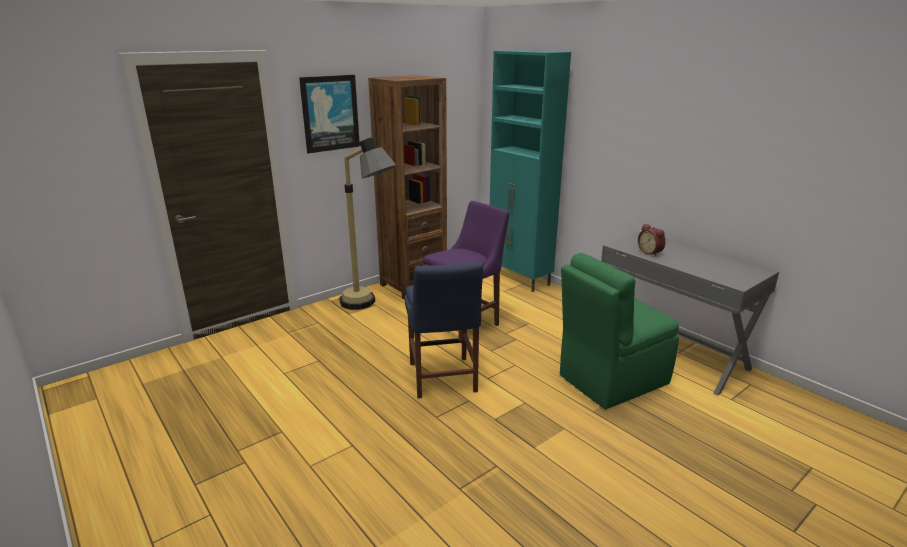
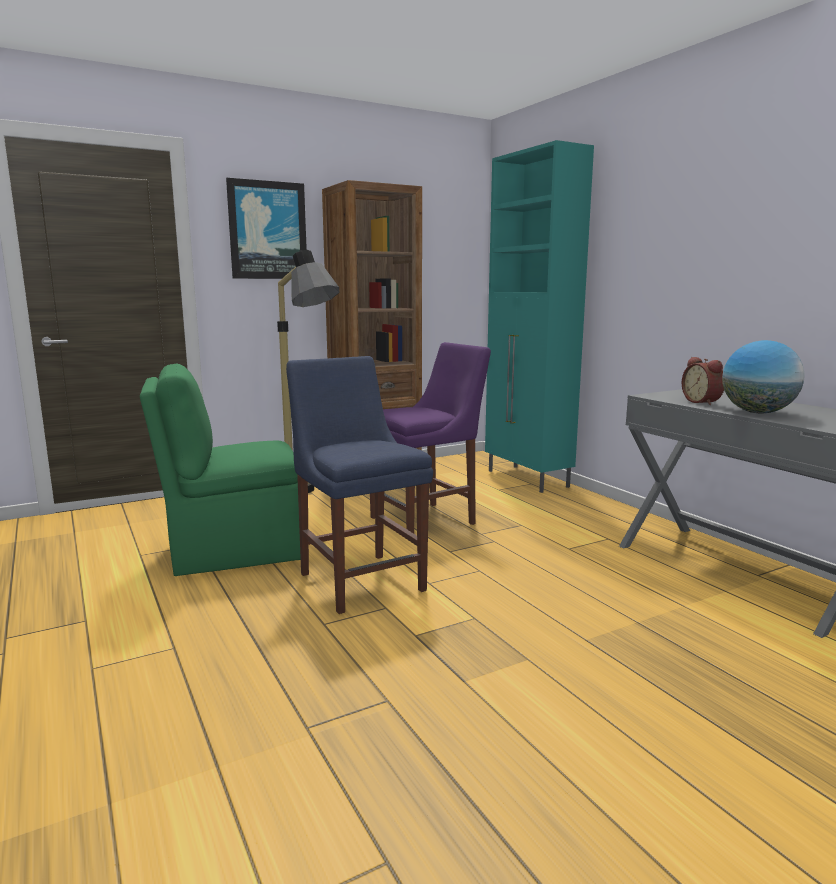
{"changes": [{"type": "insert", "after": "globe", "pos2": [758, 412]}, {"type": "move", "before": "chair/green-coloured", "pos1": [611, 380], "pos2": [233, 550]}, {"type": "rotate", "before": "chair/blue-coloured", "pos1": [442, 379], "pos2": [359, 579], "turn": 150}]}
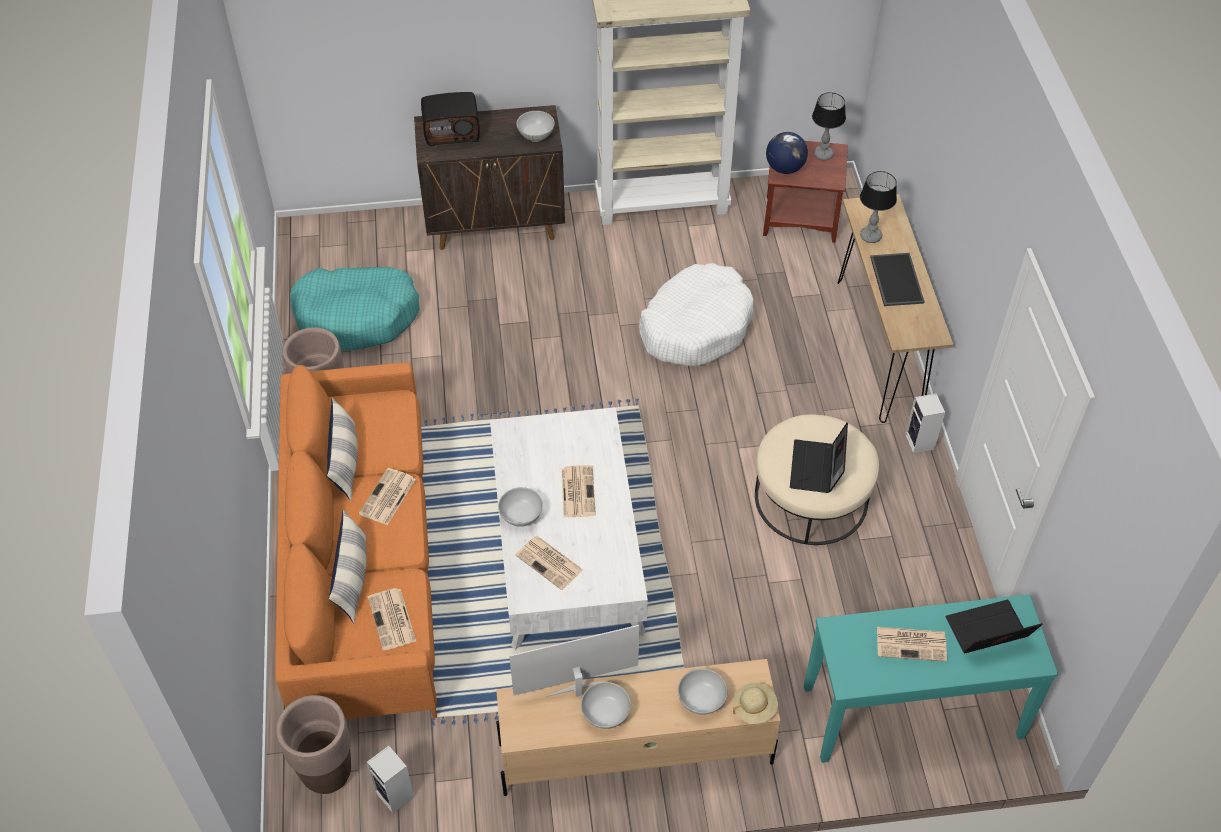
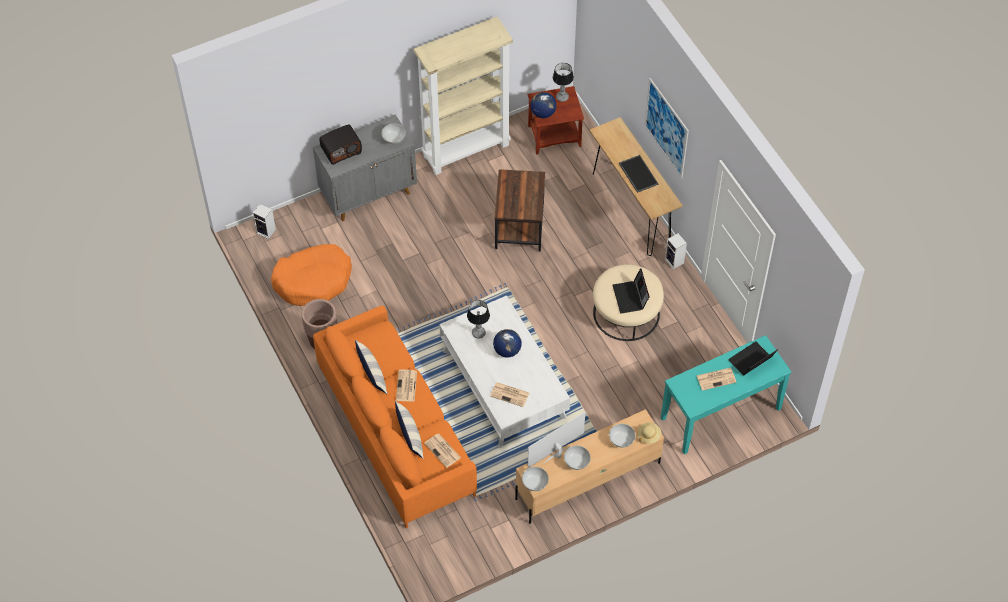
{"changes": [{"type": "delete", "before": "plant pot/brown", "pos1": [327, 773]}, {"type": "insert", "after": "wall art", "pos2": [666, 128]}, {"type": "move", "before": "speaker", "pos1": [396, 795], "pos2": [267, 231]}, {"type": "move", "before": "bowl/whitish", "pos1": [521, 516], "pos2": [535, 483]}, {"type": "move", "before": "lamp for a table", "pos1": [870, 236], "pos2": [478, 333]}, {"type": "replace", "before": "printed paper", "after": "globe", "pos1": [577, 491], "pos2": [507, 350]}, {"type": "replace", "before": "dog bed/whitish", "after": "accent table/brown", "pos1": [696, 326], "pos2": [520, 227]}, {"type": "recolor", "before": "dog bed/turquoise", "after": "dog bed/orange-coloured", "pos1": [357, 316], "pos2": [313, 280]}, {"type": "recolor", "before": "storage cabinet/brown", "after": "storage cabinet/greyish", "pos1": [496, 224], "pos2": [369, 193]}]}
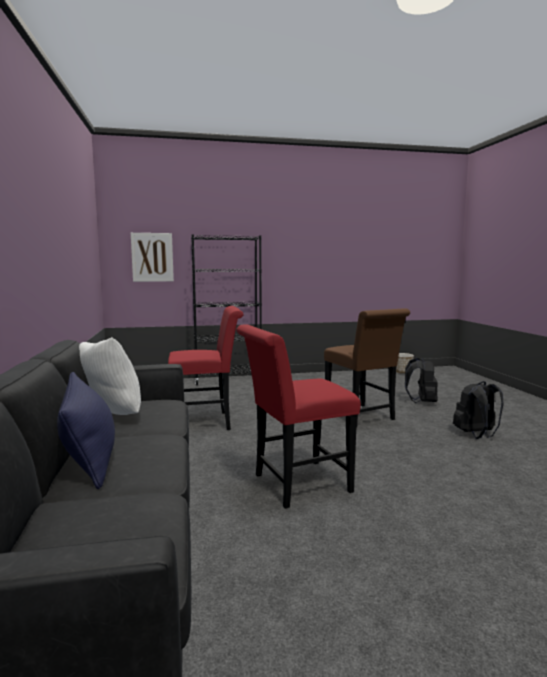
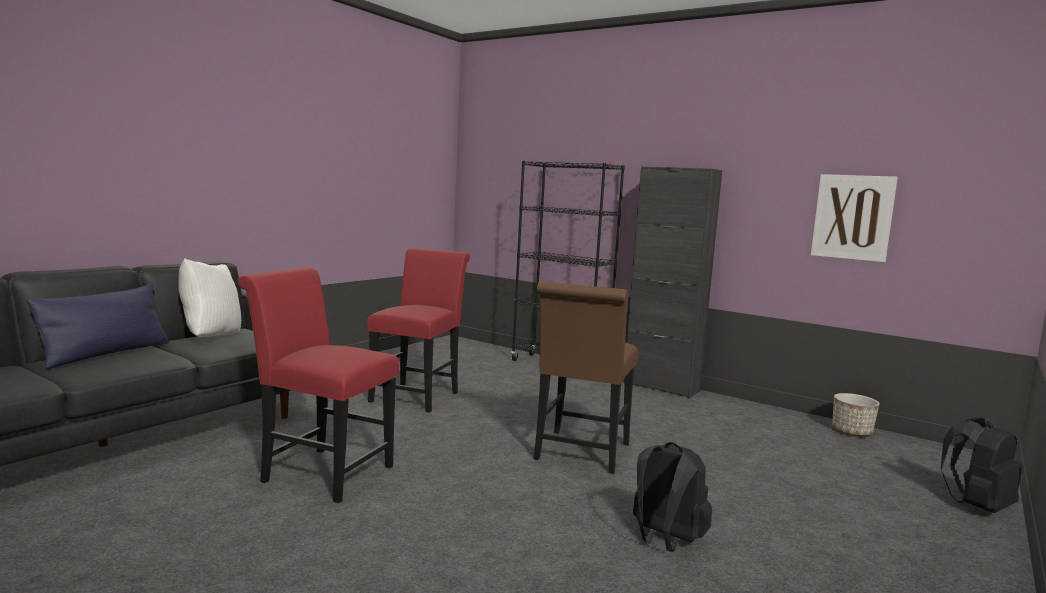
{"changes": [{"type": "insert", "after": "storage cabinet/blackish", "pos2": [661, 387]}, {"type": "move", "before": "wall art", "pos1": [152, 257], "pos2": [852, 217]}, {"type": "move", "before": "backpack/blackish", "pos1": [422, 402], "pos2": [977, 506]}, {"type": "rotate", "before": "chair/reddish", "pos1": [207, 422], "pos2": [418, 395], "turn": -105}]}
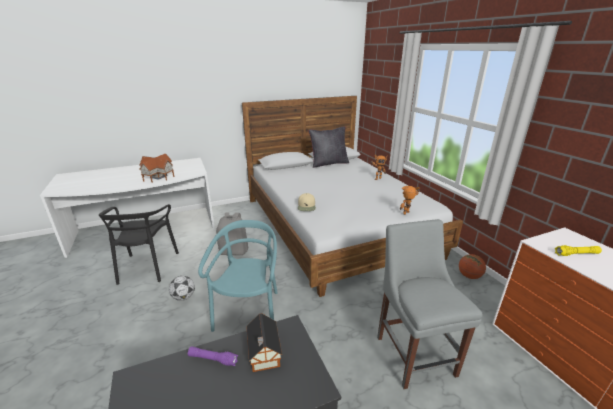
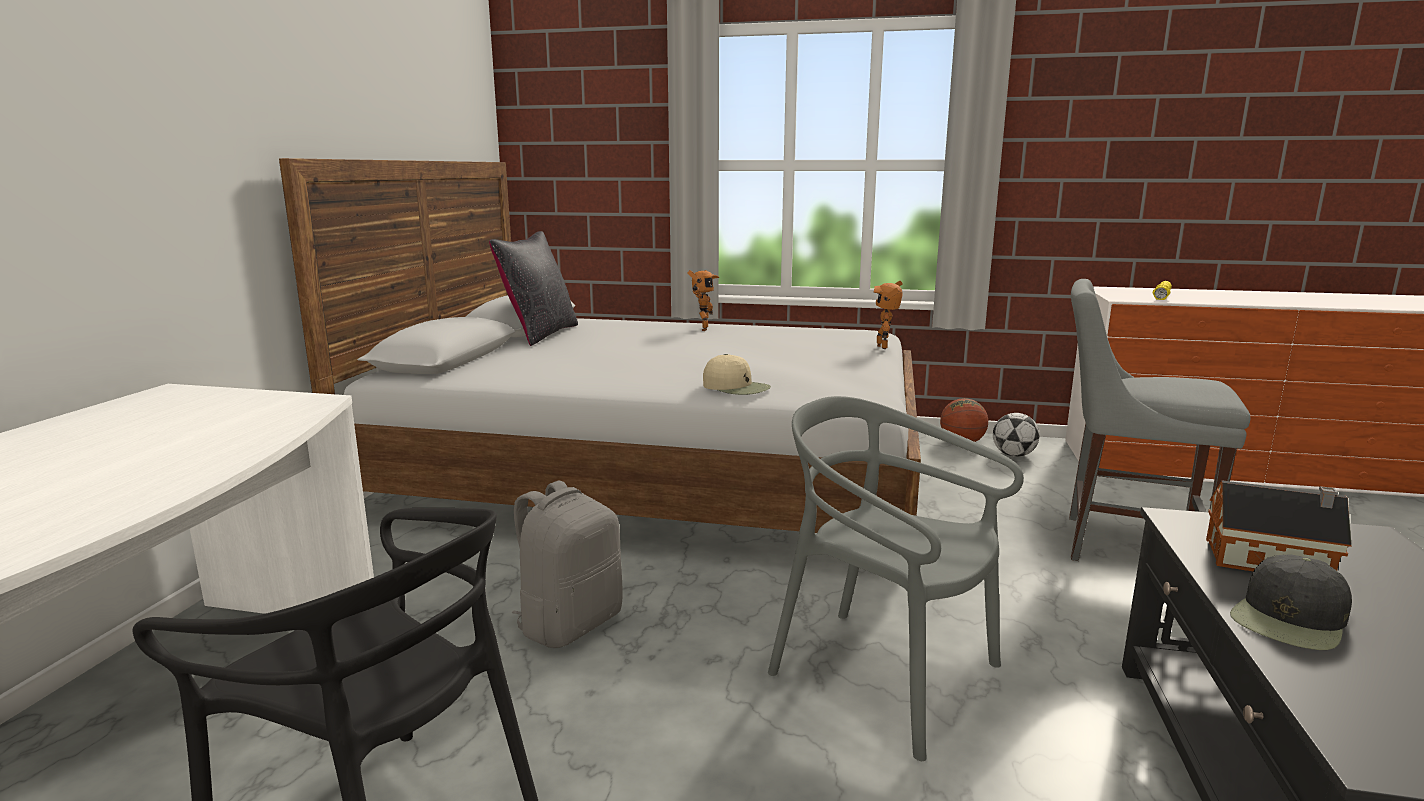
{"changes": [{"type": "delete", "before": "toy house", "pos1": [158, 177]}, {"type": "move", "before": "football ball", "pos1": [184, 297], "pos2": [1013, 455]}, {"type": "replace", "before": "torch/purplish", "after": "cap/blackish", "pos1": [213, 359], "pos2": [1290, 619]}, {"type": "recolor", "before": "chair/turquoise", "after": "chair/greyish", "pos1": [249, 312], "pos2": [884, 676]}]}
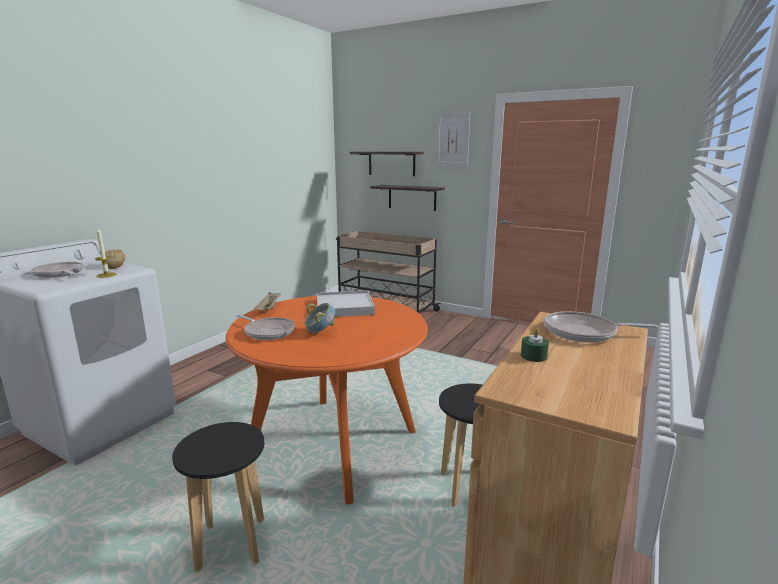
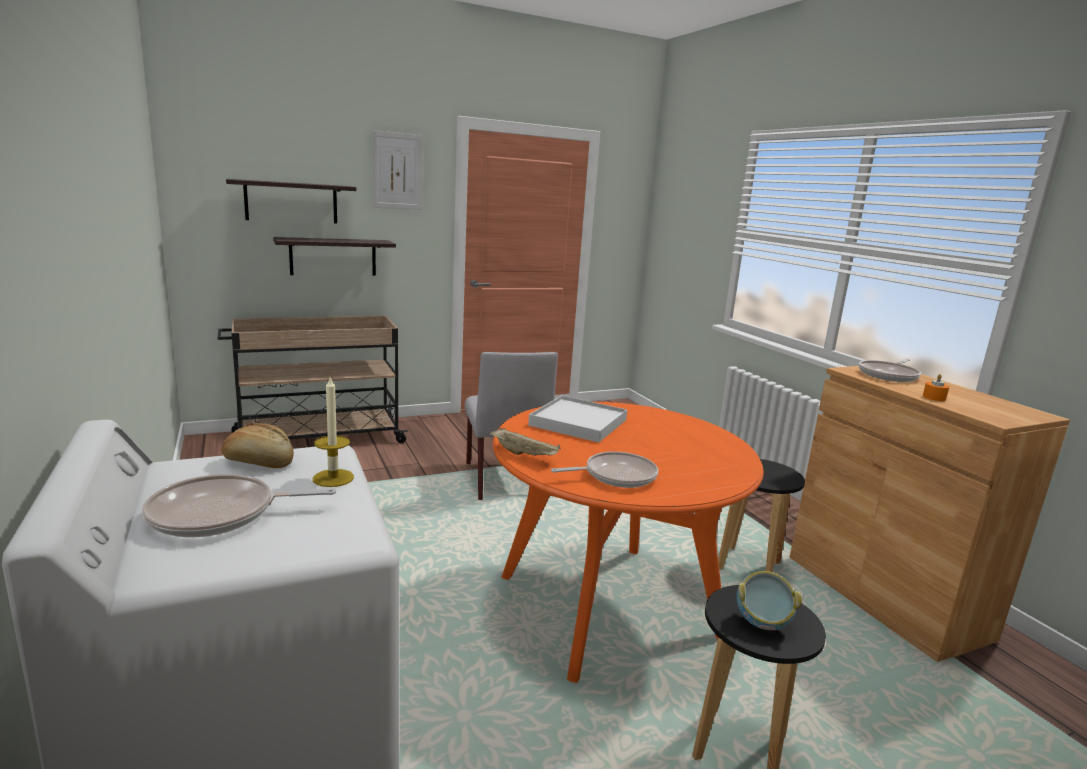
{"changes": [{"type": "insert", "after": "chair/greyish", "pos2": [504, 478]}, {"type": "move", "before": "bowl", "pos1": [320, 333], "pos2": [761, 623]}, {"type": "recolor", "before": "wax candle/green-coloured", "after": "wax candle/orange-coloured", "pos1": [533, 356], "pos2": [934, 397]}]}
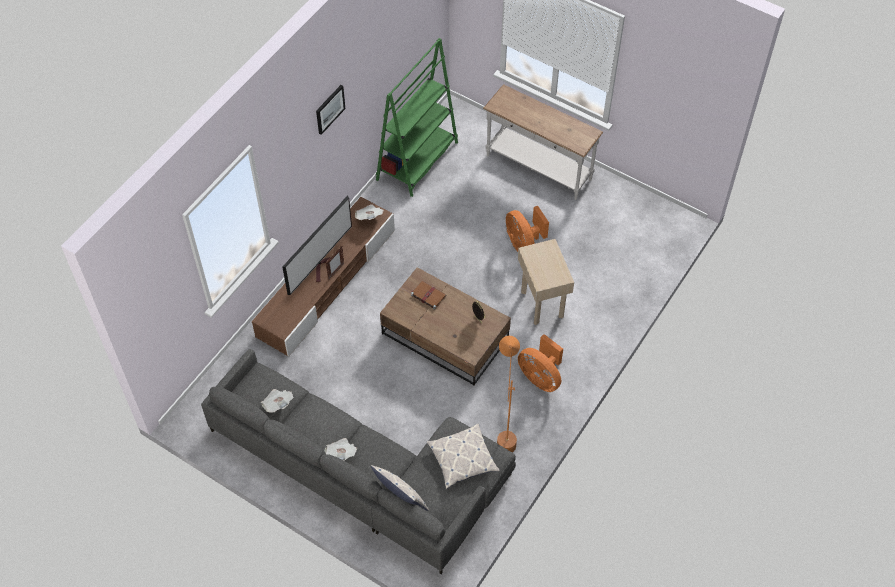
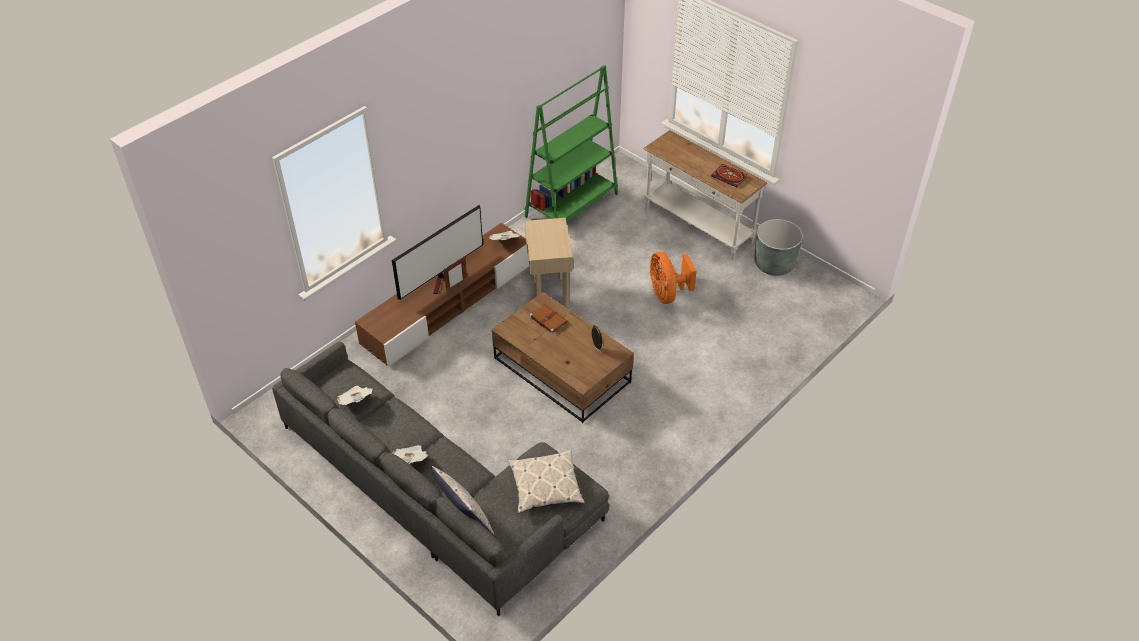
{"changes": [{"type": "delete", "before": "wall art", "pos1": [329, 109]}, {"type": "delete", "before": "floor lamp/orange-coloured", "pos1": [505, 430]}, {"type": "delete", "before": "electric fan/orange-coloured", "pos1": [540, 377]}, {"type": "insert", "after": "book", "pos2": [730, 177]}, {"type": "insert", "after": "plant pot/greyish", "pos2": [774, 264]}, {"type": "move", "before": "accent table/sand-coloured", "pos1": [541, 304], "pos2": [549, 292]}]}
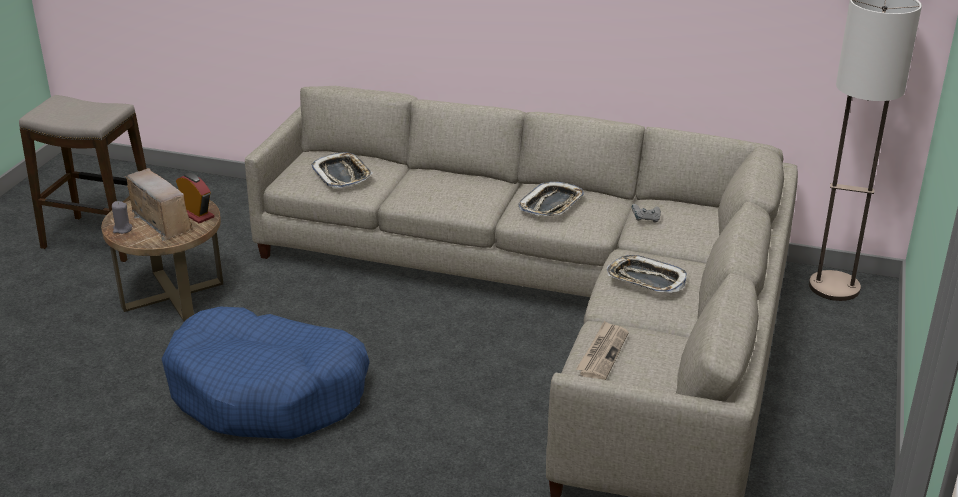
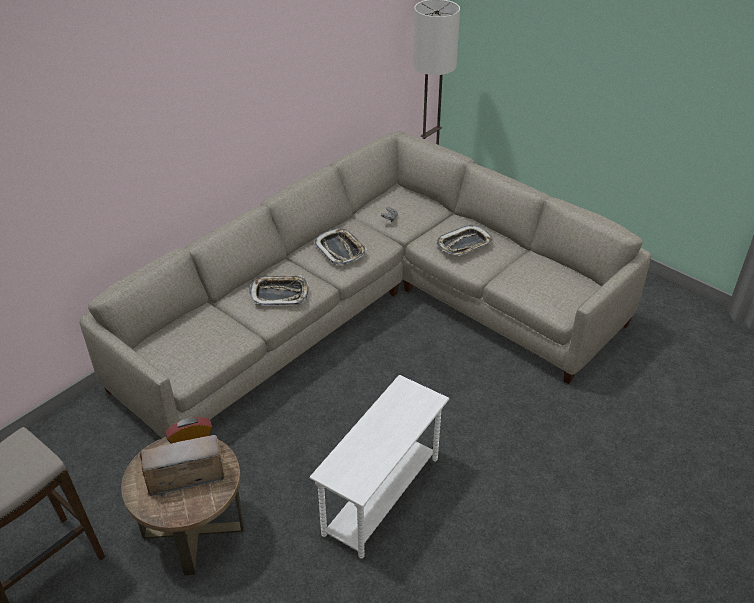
{"changes": [{"type": "delete", "before": "wax candle/greyish", "pos1": [122, 229]}, {"type": "delete", "before": "printed paper", "pos1": [602, 353]}, {"type": "move", "before": "carrying tray", "pos1": [342, 175], "pos2": [279, 294]}, {"type": "replace", "before": "dog bed/blue-coloured", "after": "accent table/whitish", "pos1": [268, 392], "pos2": [382, 497]}]}
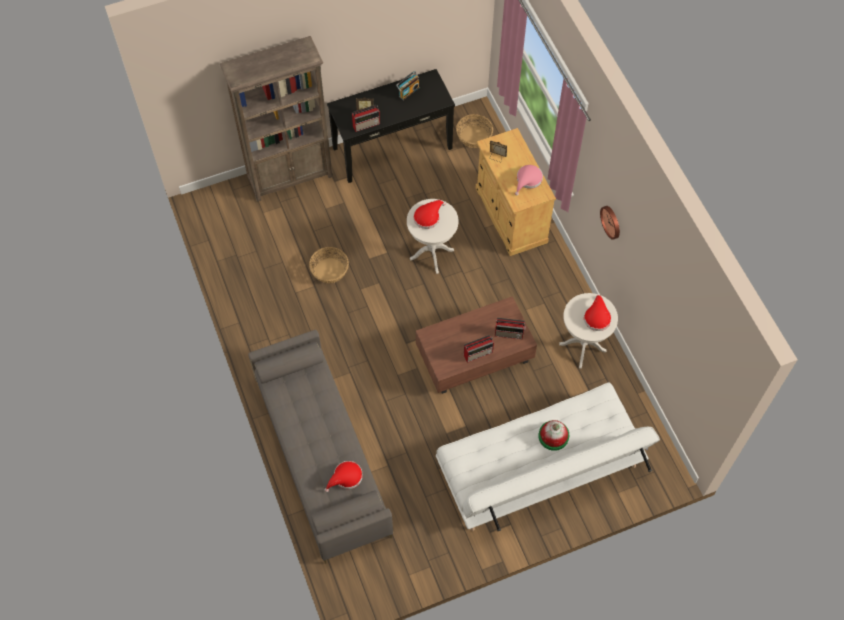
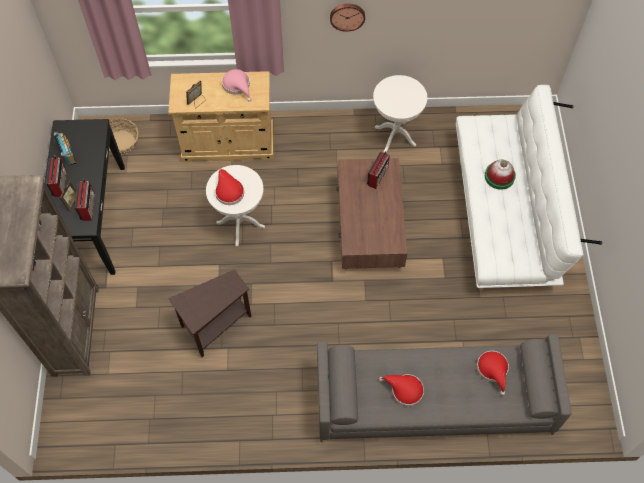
{"changes": [{"type": "move", "before": "radio receiver", "pos1": [478, 353], "pos2": [60, 183]}, {"type": "move", "before": "hat/reddish", "pos1": [597, 317], "pos2": [404, 390]}, {"type": "replace", "before": "storage basket", "after": "accent table/brown", "pos1": [329, 270], "pos2": [215, 326]}]}
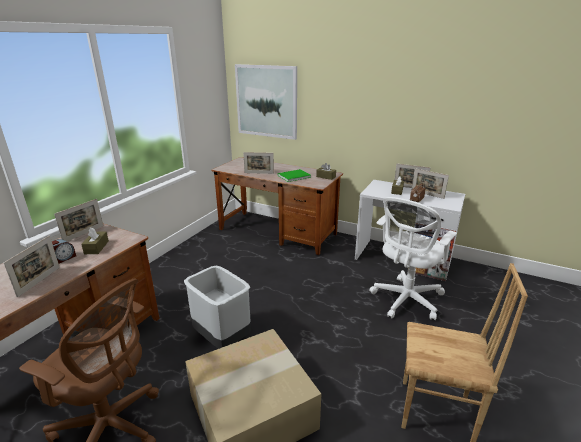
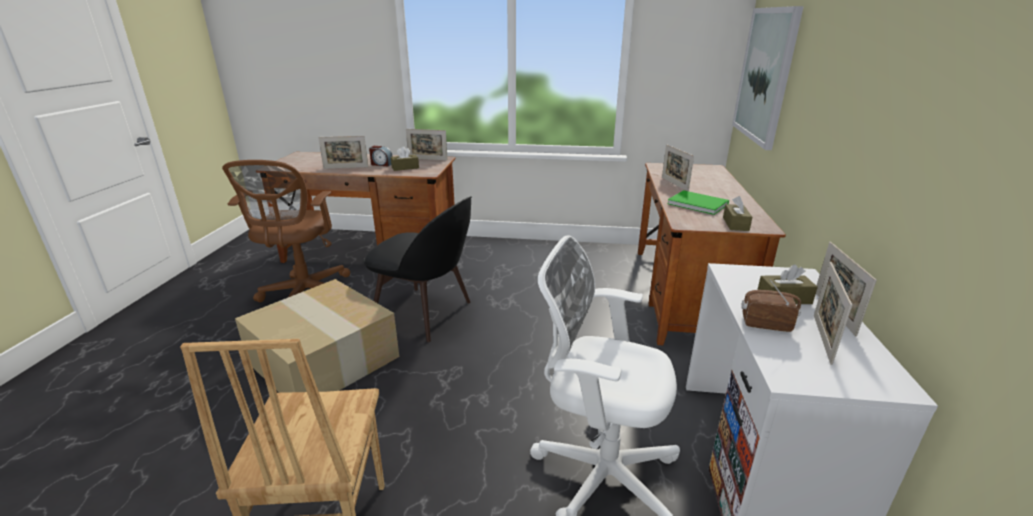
{"changes": [{"type": "replace", "before": "rubbish bin/greyish", "after": "chair/blackish", "pos1": [222, 337], "pos2": [426, 314]}]}
